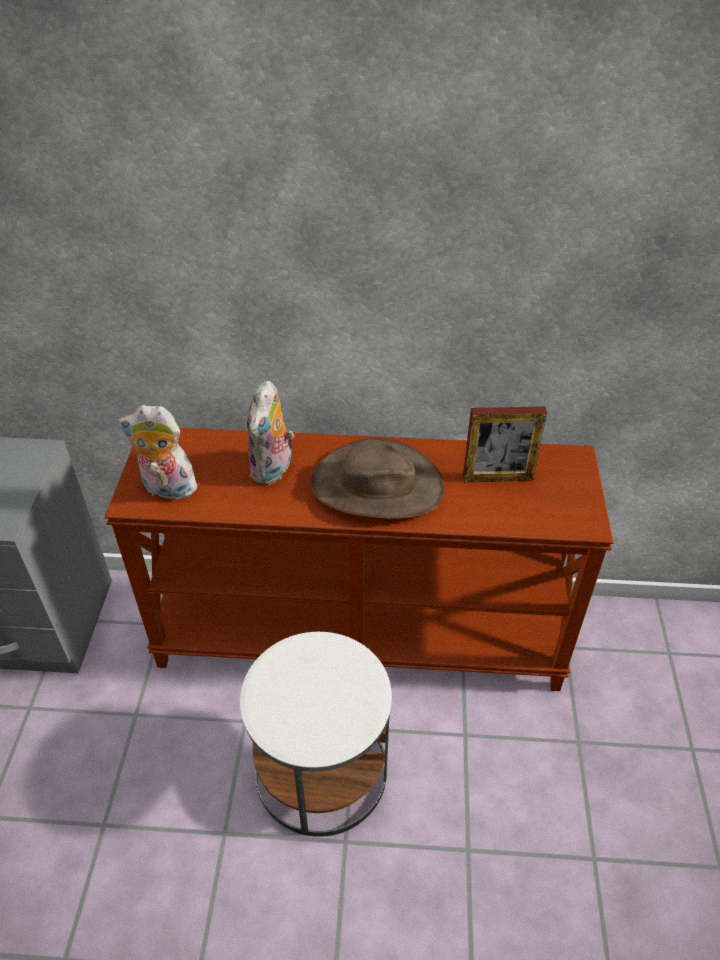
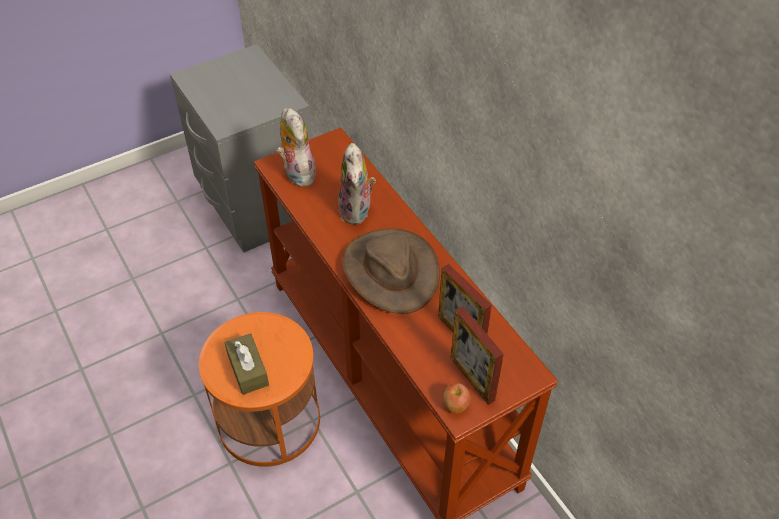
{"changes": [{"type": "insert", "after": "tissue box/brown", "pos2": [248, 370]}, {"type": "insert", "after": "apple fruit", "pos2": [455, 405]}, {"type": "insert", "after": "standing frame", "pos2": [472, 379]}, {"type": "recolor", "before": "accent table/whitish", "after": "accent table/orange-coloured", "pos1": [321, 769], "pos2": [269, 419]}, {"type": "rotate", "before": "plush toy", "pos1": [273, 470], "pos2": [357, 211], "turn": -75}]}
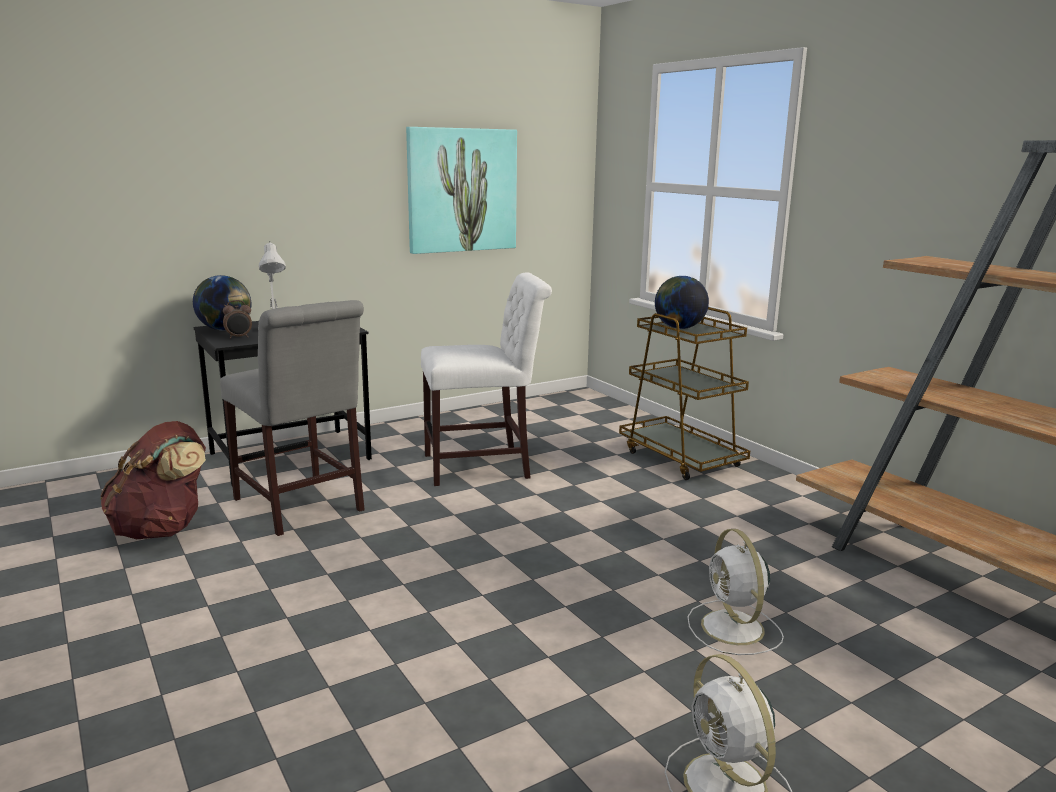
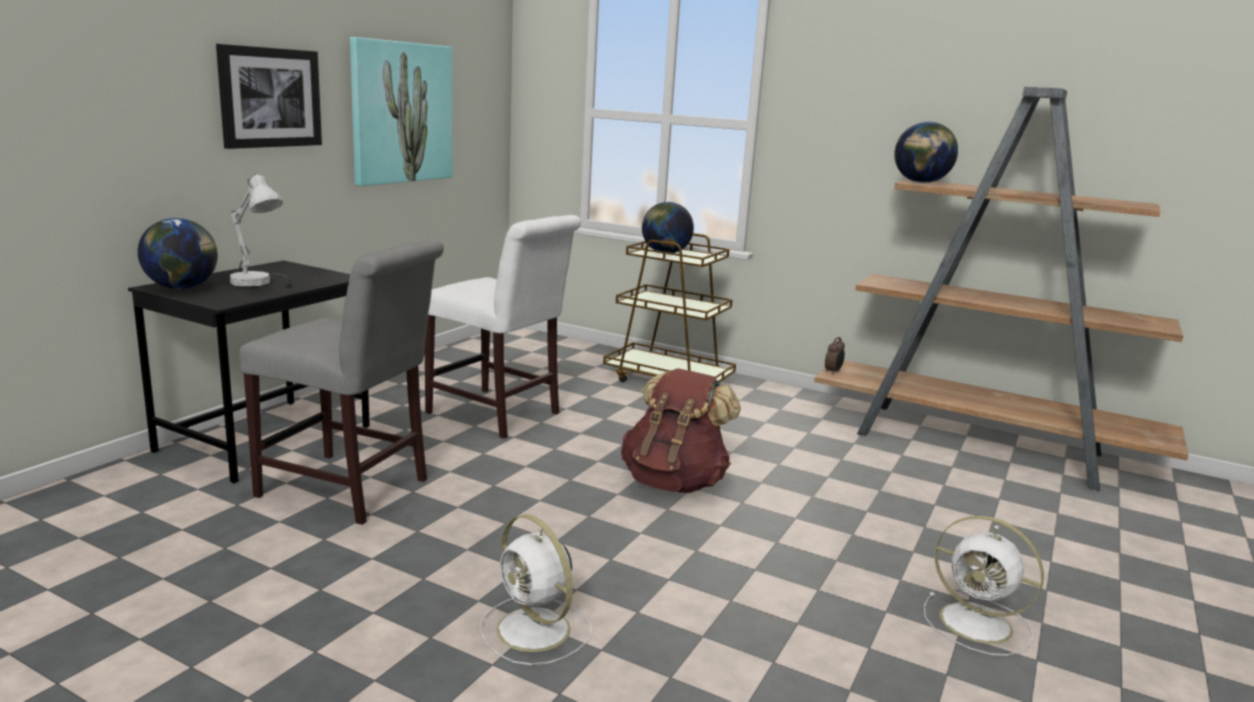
{"changes": [{"type": "insert", "after": "wall art", "pos2": [270, 97]}, {"type": "insert", "after": "globe", "pos2": [921, 182]}, {"type": "move", "before": "backpack/brown", "pos1": [163, 529], "pos2": [675, 482]}, {"type": "move", "before": "alarm clock", "pos1": [239, 337], "pos2": [833, 372]}, {"type": "move", "before": "electric fan/whitish", "pos1": [734, 629], "pos2": [535, 631]}, {"type": "rotate", "before": "chair/whitish", "pos1": [483, 466], "pos2": [498, 415], "turn": 75}]}
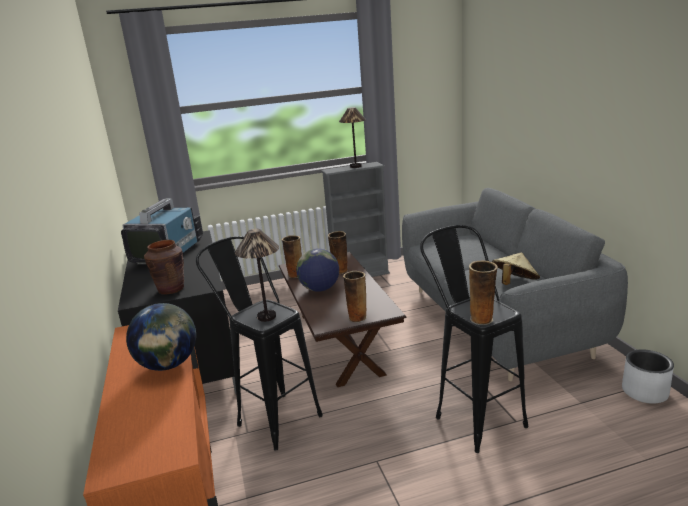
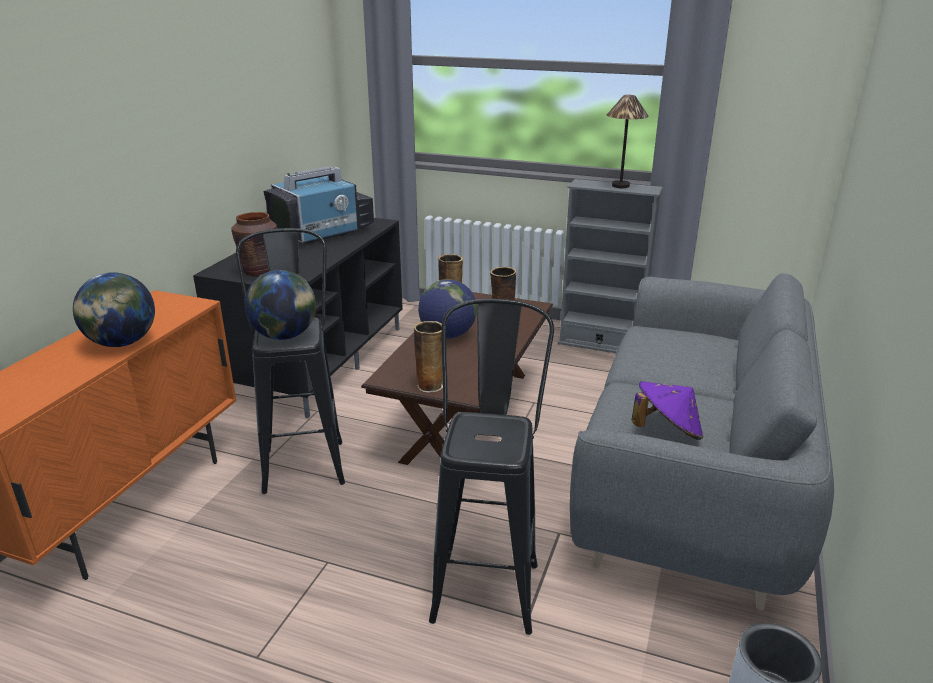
{"changes": [{"type": "delete", "before": "decorative vase", "pos1": [482, 319]}, {"type": "replace", "before": "lamp for a table", "after": "globe", "pos1": [267, 316], "pos2": [284, 336]}, {"type": "recolor", "before": "hat/sand-coloured", "after": "hat/purplish", "pos1": [514, 283], "pos2": [666, 431]}]}
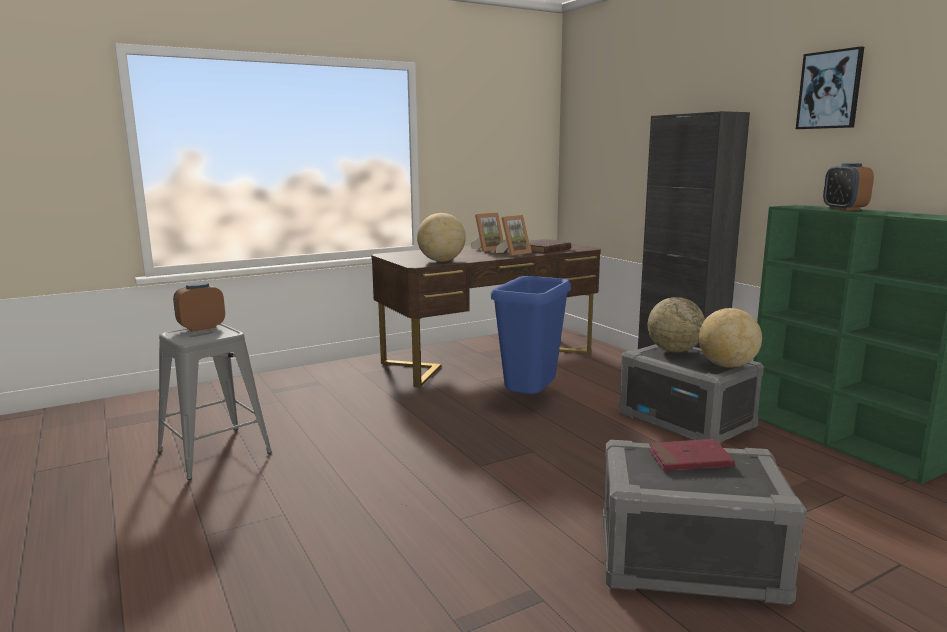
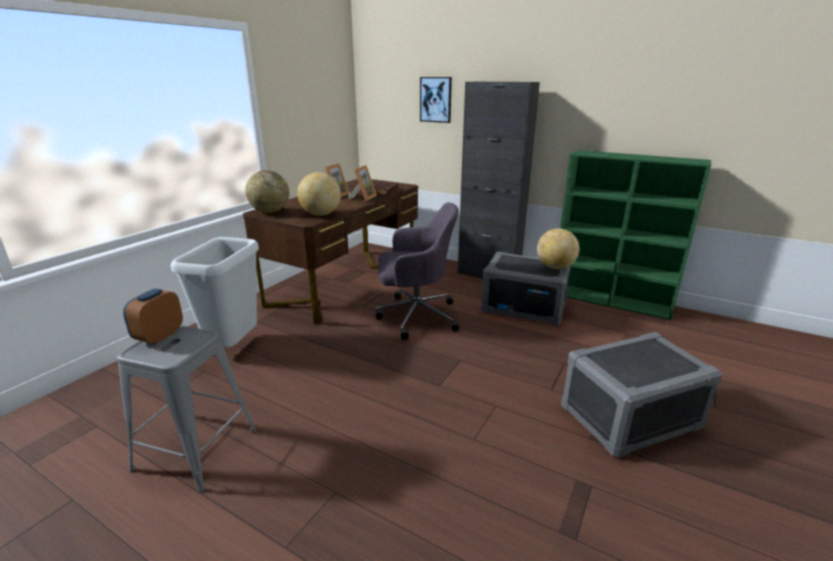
{"changes": [{"type": "delete", "before": "book/reddish", "pos1": [689, 459]}, {"type": "delete", "before": "alarm clock", "pos1": [844, 209]}, {"type": "insert", "after": "rubbish bin/greyish", "pos2": [234, 347]}, {"type": "move", "before": "globe", "pos1": [674, 351], "pos2": [270, 212]}, {"type": "move", "before": "wall art", "pos1": [830, 90], "pos2": [436, 99]}, {"type": "replace", "before": "rubbish bin/blue-coloured", "after": "office chair/greyish", "pos1": [531, 401], "pos2": [415, 316]}]}
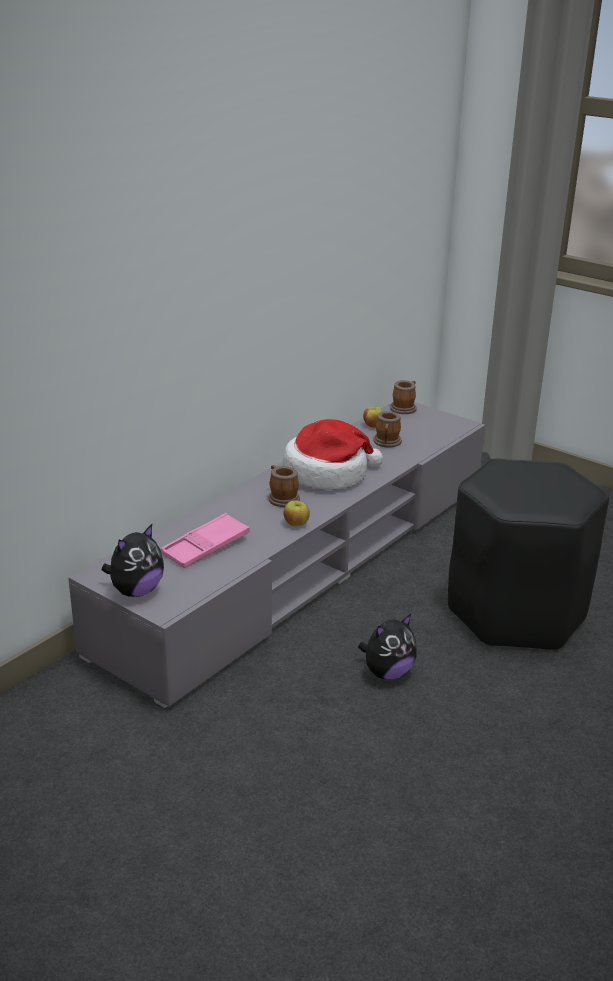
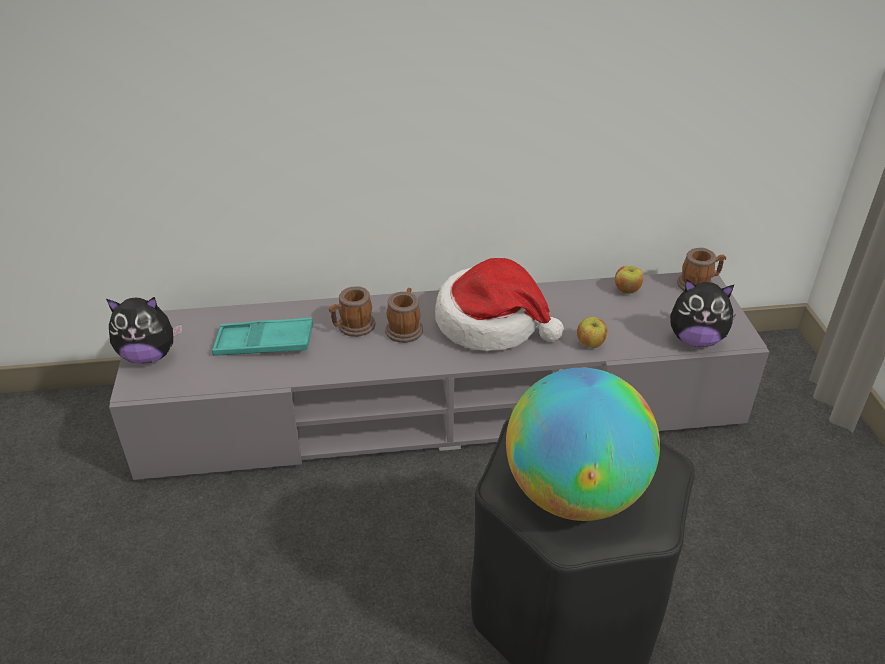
{"changes": [{"type": "insert", "after": "globe", "pos2": [575, 493]}, {"type": "move", "before": "apple fruit", "pos1": [296, 524], "pos2": [590, 343]}, {"type": "move", "before": "plush toy", "pos1": [387, 672], "pos2": [695, 339]}, {"type": "move", "before": "coffee mug", "pos1": [387, 443], "pos2": [352, 327]}, {"type": "recolor", "before": "carrying tray/pink", "after": "carrying tray/turquoise", "pos1": [206, 546], "pos2": [264, 343]}]}
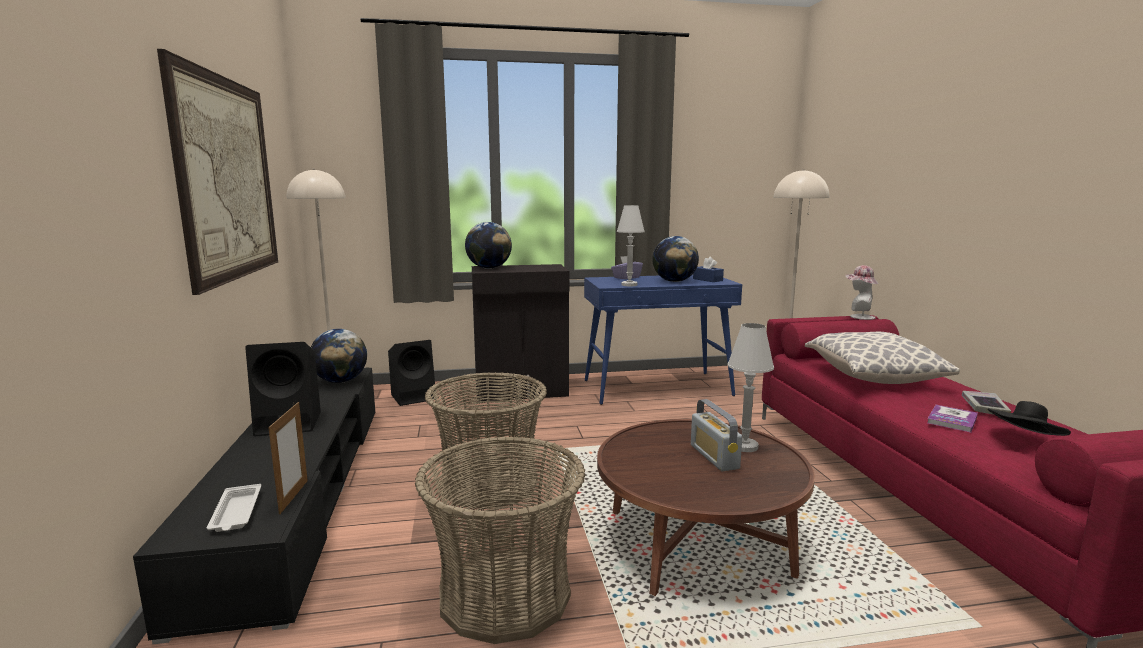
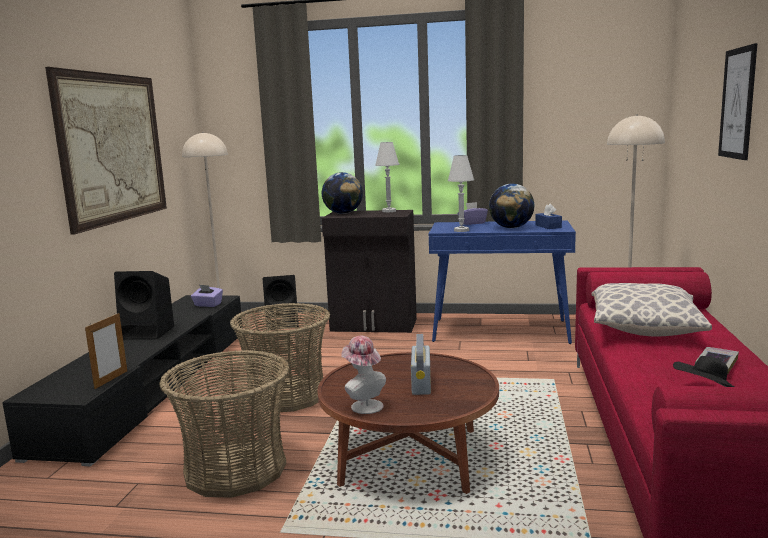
{"changes": [{"type": "delete", "before": "carrying tray/whitish", "pos1": [236, 513]}, {"type": "delete", "before": "book", "pos1": [952, 420]}, {"type": "insert", "after": "wall art", "pos2": [737, 103]}, {"type": "move", "before": "lamp for a table/whitish", "pos1": [744, 446], "pos2": [389, 211]}, {"type": "move", "before": "hat", "pos1": [858, 317], "pos2": [363, 405]}, {"type": "replace", "before": "globe", "after": "tissue box/purplish", "pos1": [341, 381], "pos2": [207, 305]}]}
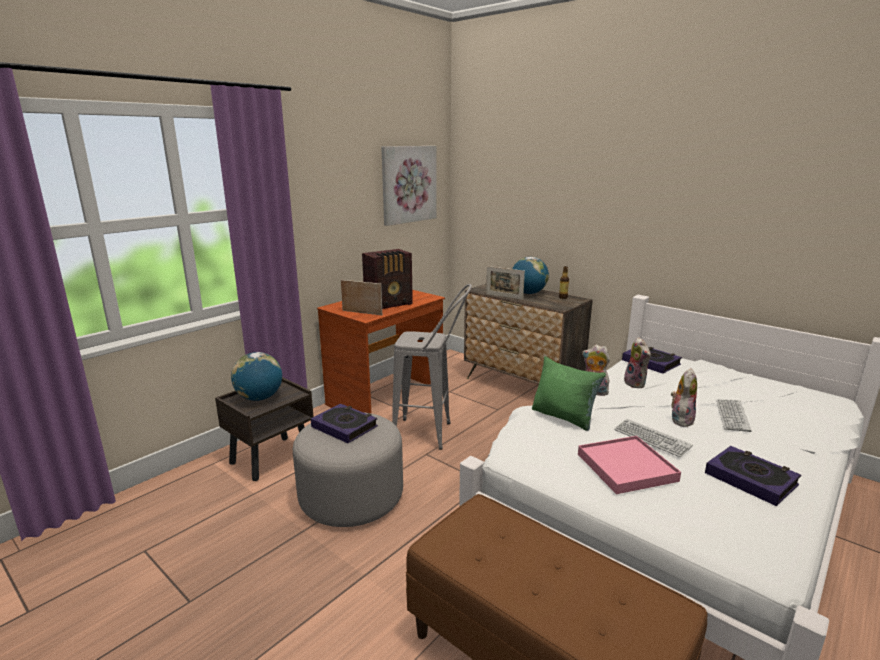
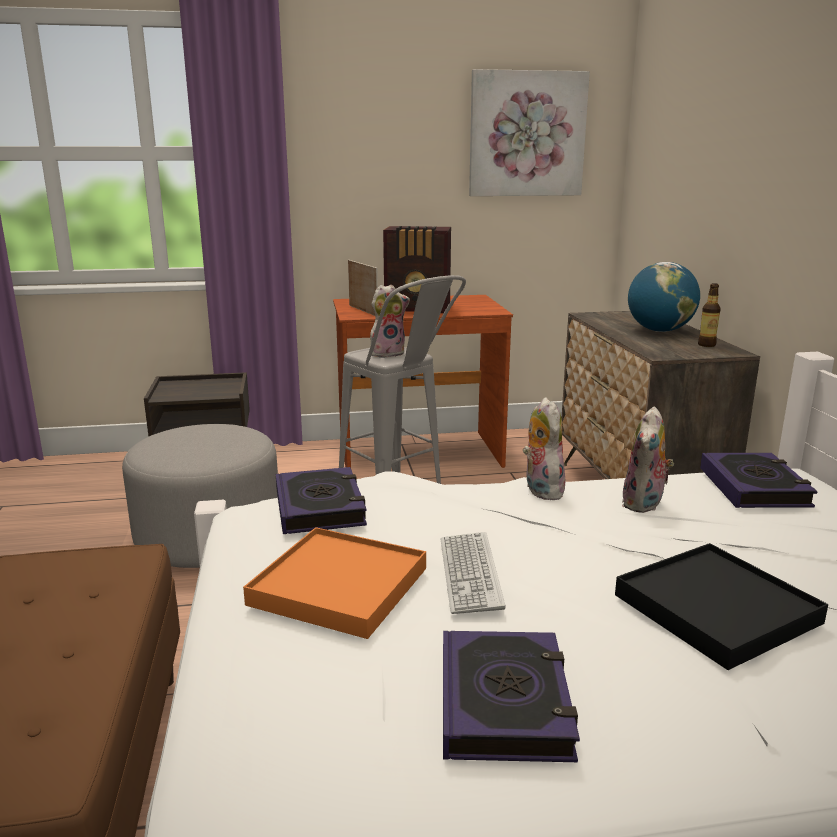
{"changes": [{"type": "delete", "before": "globe", "pos1": [259, 398]}, {"type": "delete", "before": "standing frame", "pos1": [504, 296]}, {"type": "delete", "before": "throw pillow/green-coloured", "pos1": [564, 417]}, {"type": "move", "before": "book", "pos1": [344, 427], "pos2": [320, 507]}, {"type": "move", "before": "plush toy", "pos1": [680, 419], "pos2": [388, 353]}, {"type": "replace", "before": "keyboard", "after": "carrying tray/blackish", "pos1": [732, 416], "pos2": [716, 609]}, {"type": "recolor", "before": "carrying tray/pink", "after": "carrying tray/orange-coloured", "pos1": [626, 467], "pos2": [339, 586]}]}
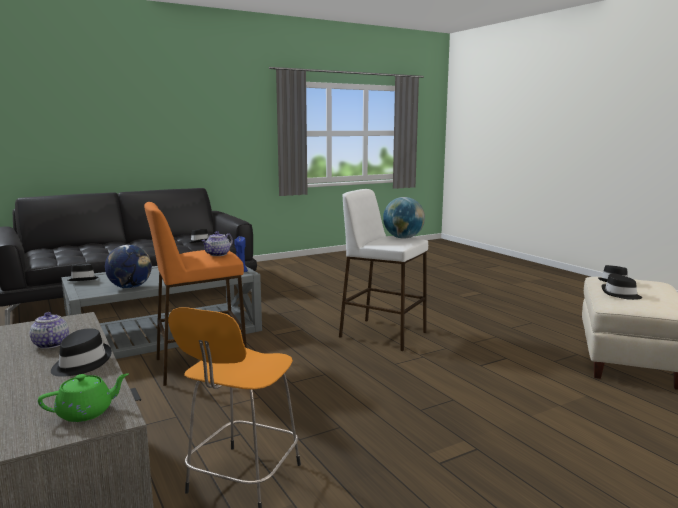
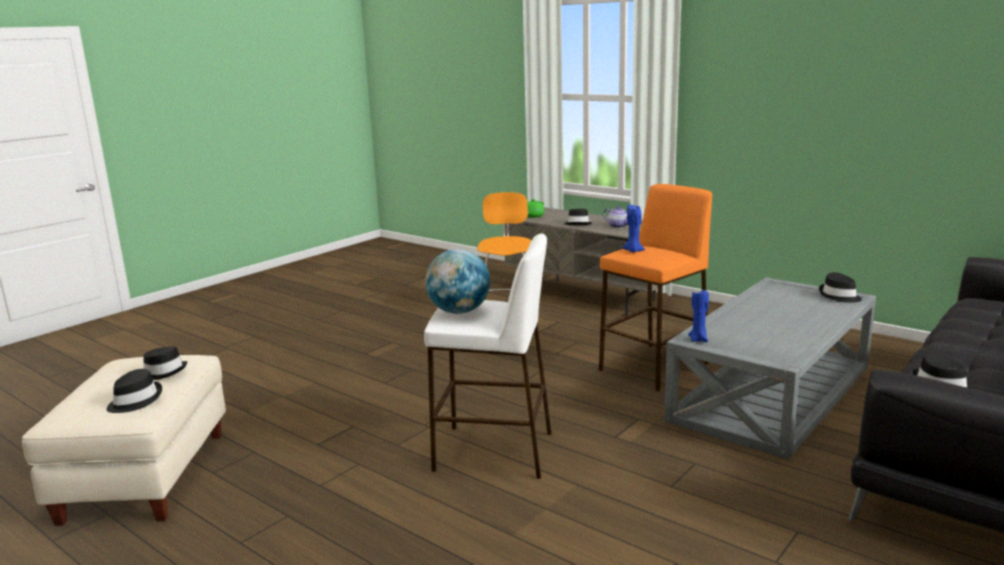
{"changes": [{"type": "delete", "before": "globe", "pos1": [130, 287]}, {"type": "replace", "before": "pot for tea", "after": "wax candle/blue-coloured", "pos1": [217, 254], "pos2": [633, 251]}]}
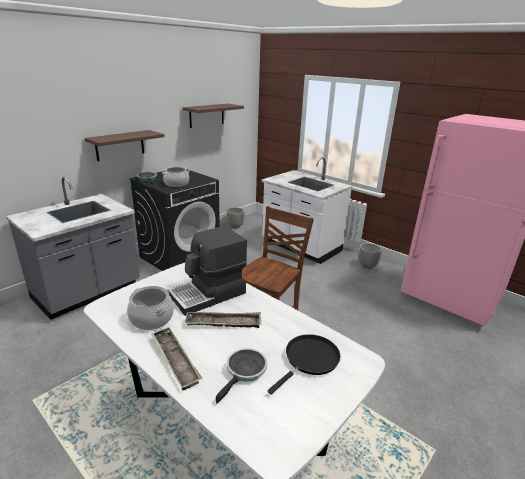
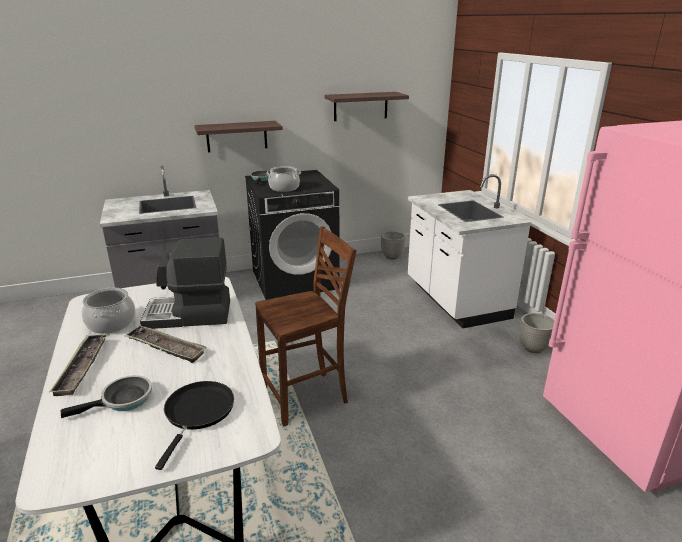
{"changes": [{"type": "rotate", "before": "skillet/blackish", "pos1": [309, 360], "pos2": [198, 413], "turn": -60}]}
